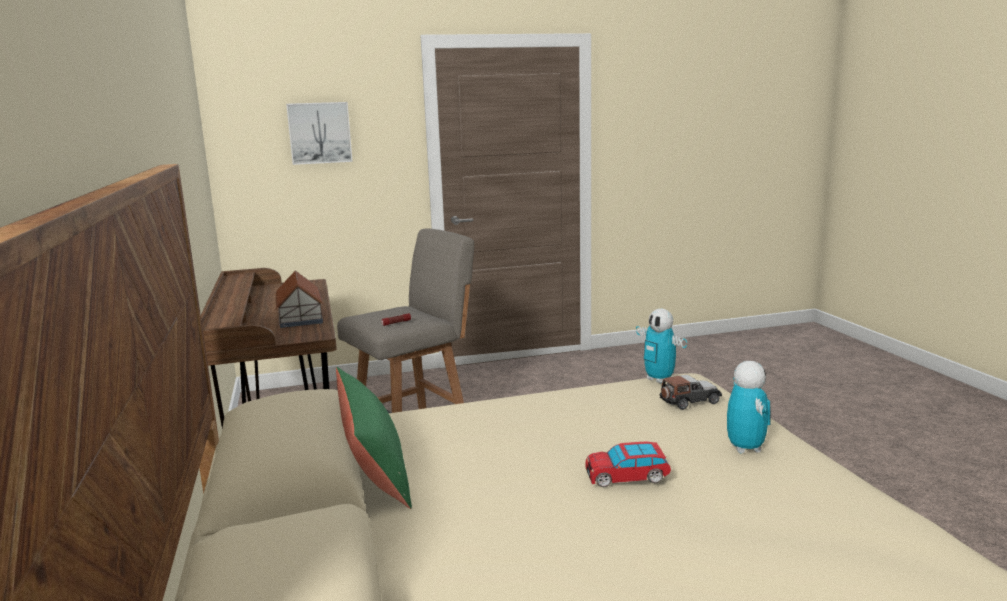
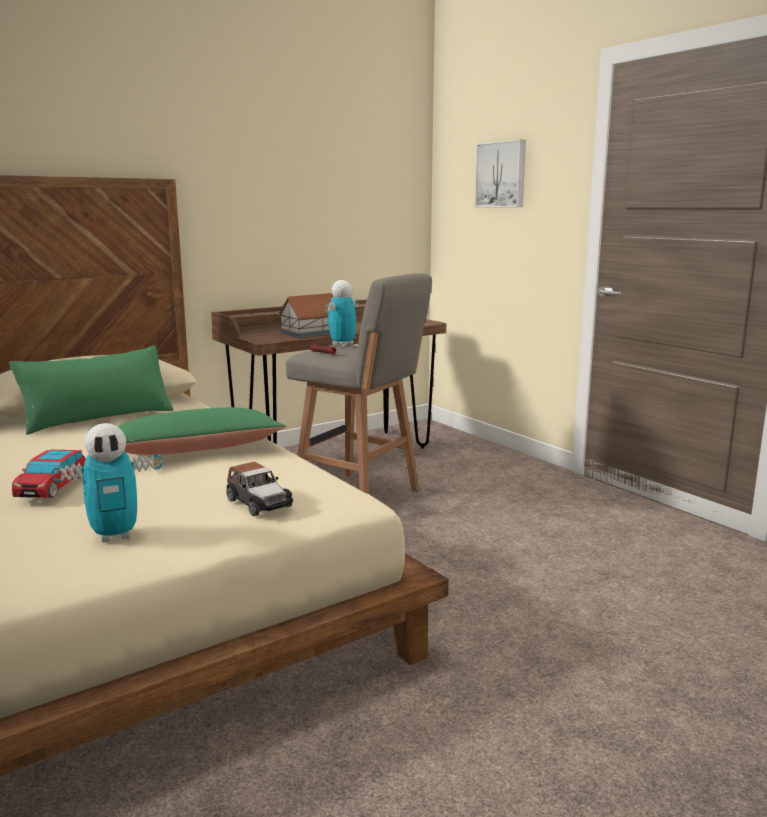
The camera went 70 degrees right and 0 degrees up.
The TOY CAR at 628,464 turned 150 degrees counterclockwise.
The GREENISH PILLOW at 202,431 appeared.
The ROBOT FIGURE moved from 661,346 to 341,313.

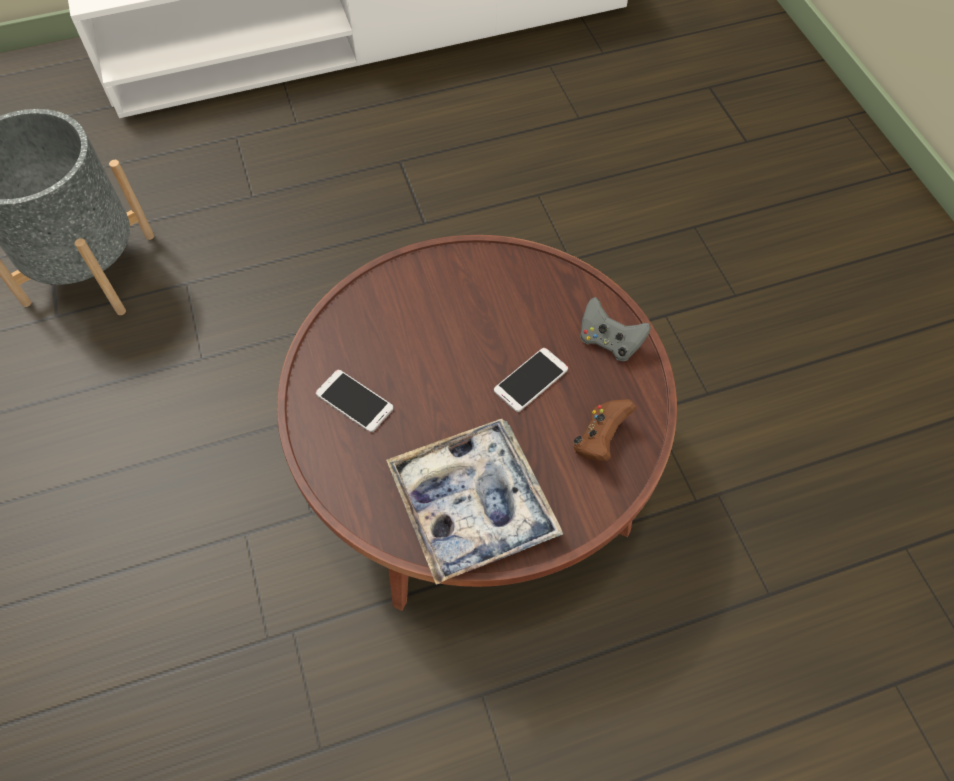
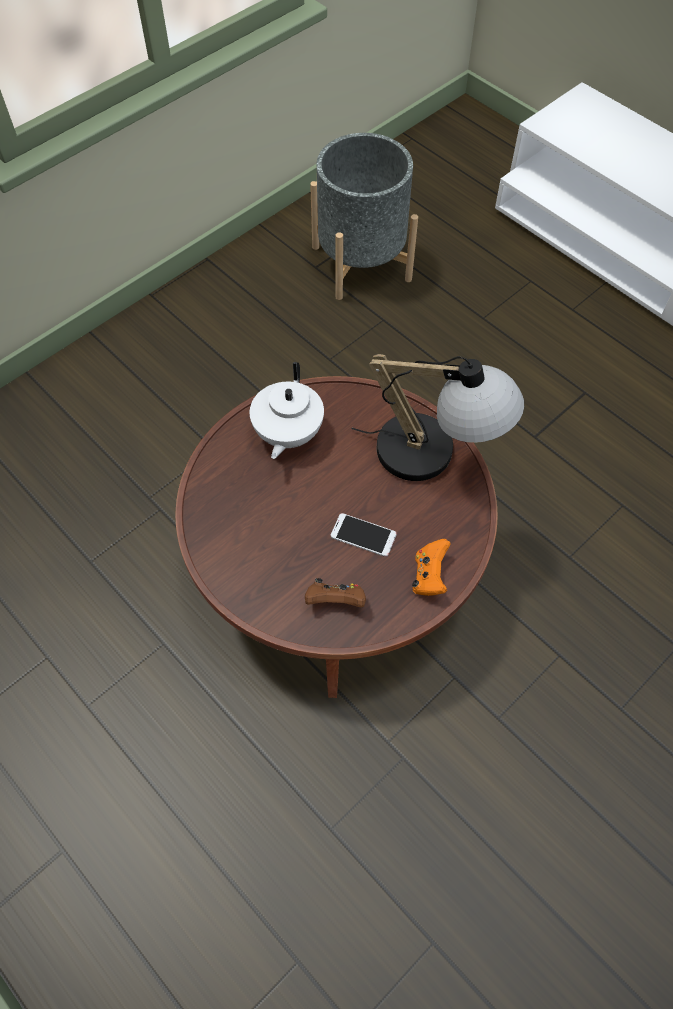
The camera went 65 degrees right and 0 degrees up.
The PHONE at 355,401 was replaced by the WHITE-COLOURED POT FOR TEA at 287,410.
The LAMP FOR A TABLE at 438,417 appeared.
The GRAY GAMEPAD at 615,329 became the ORANGE GAMEPAD at 431,567.
The TRAY at 474,502 disappeared.

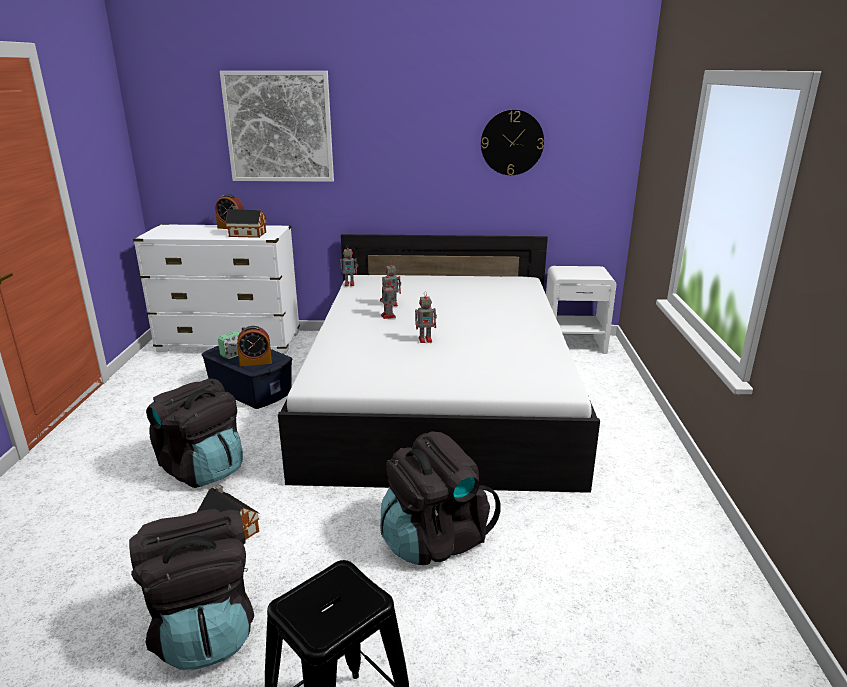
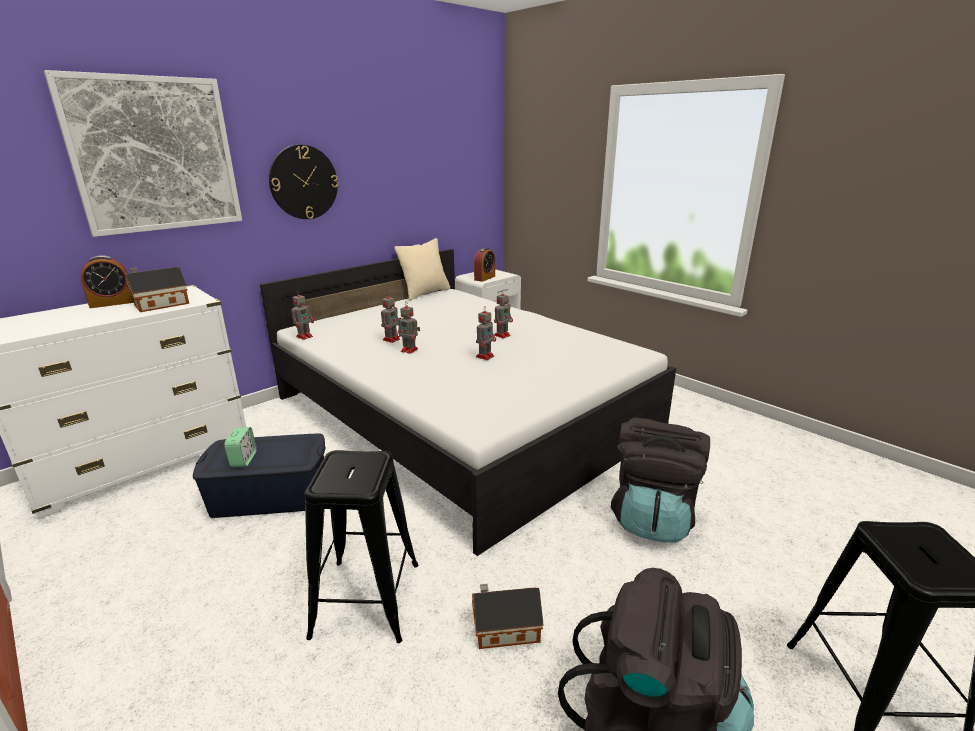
The camera went 45 degrees left and 0 degrees up.
The CLOCK ON THE WALL moved from 512,142 to 303,182.
The BLACKISH KNAPSACK at 194,433 was replaced by the BLACKISH SITTING STOOL at 361,546.
The SAND-COLOURED PILLOW at 422,269 appeared.
The TABLE CLOCK moved from 254,346 to 484,265.
The ROBOT FIGURE at 503,314 appeared.

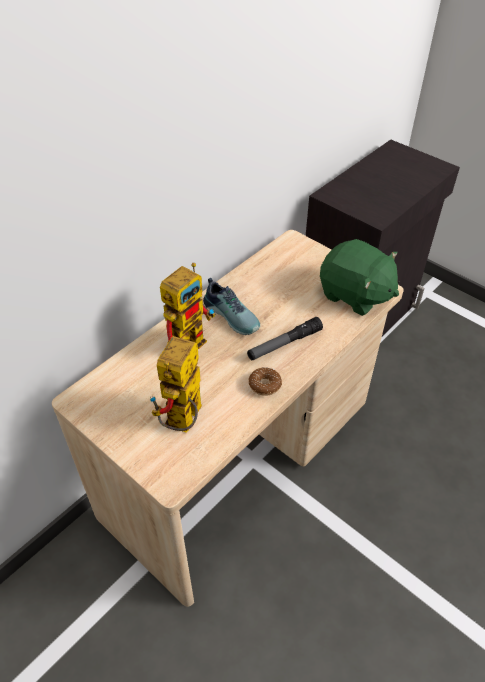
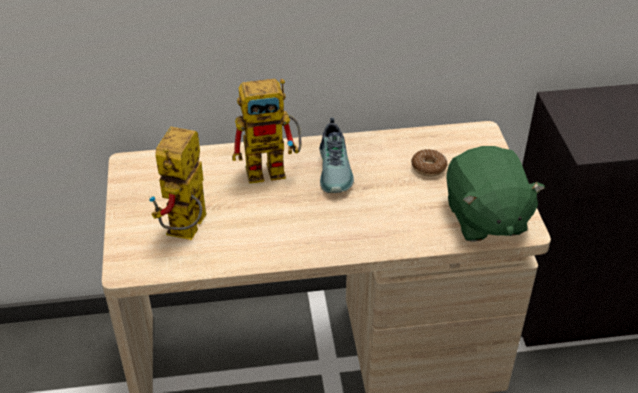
The camera went 40 degrees right and 5 degrees down.
The ROBOT FIGURE at 176,384 turned 45 degrees counterclockwise.
The RING DOUGHNUT moved from 265,381 to 429,163.
The TORCH at 285,338 disappeared.

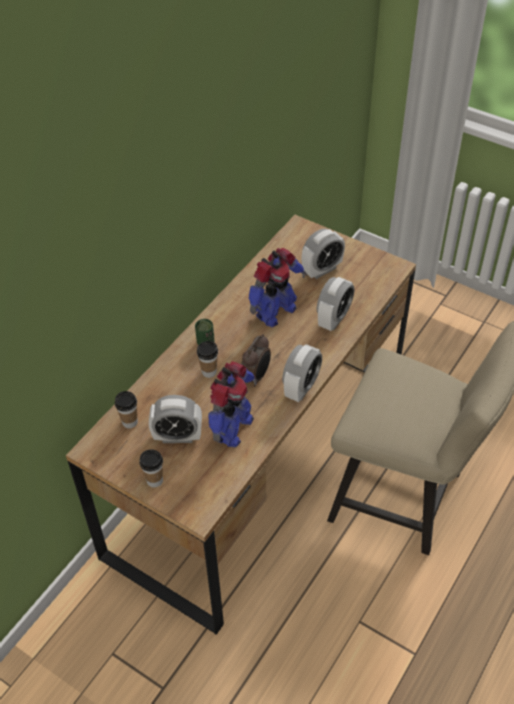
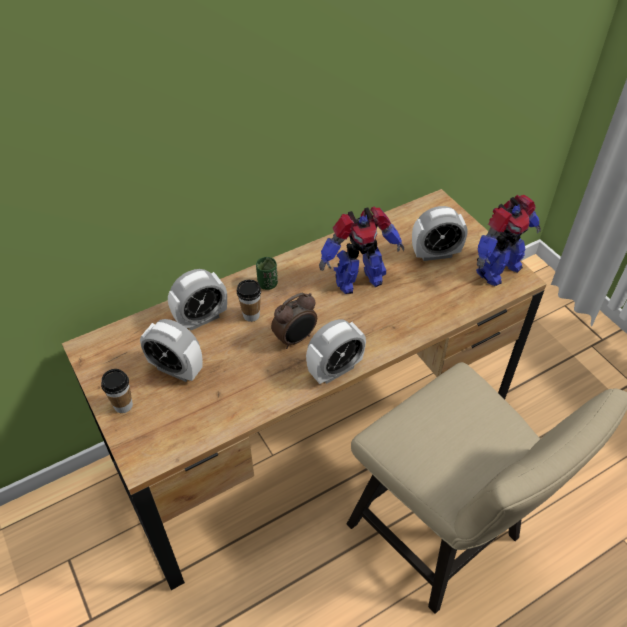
The camera went 25 degrees right and 0 degrees up.
The TABLE CLOCK moved from 335,304 to 197,299.
The ROBOT FIGURE moved from 233,404 to 508,240.
The DRINKING CUP at 126,409 disappeared.

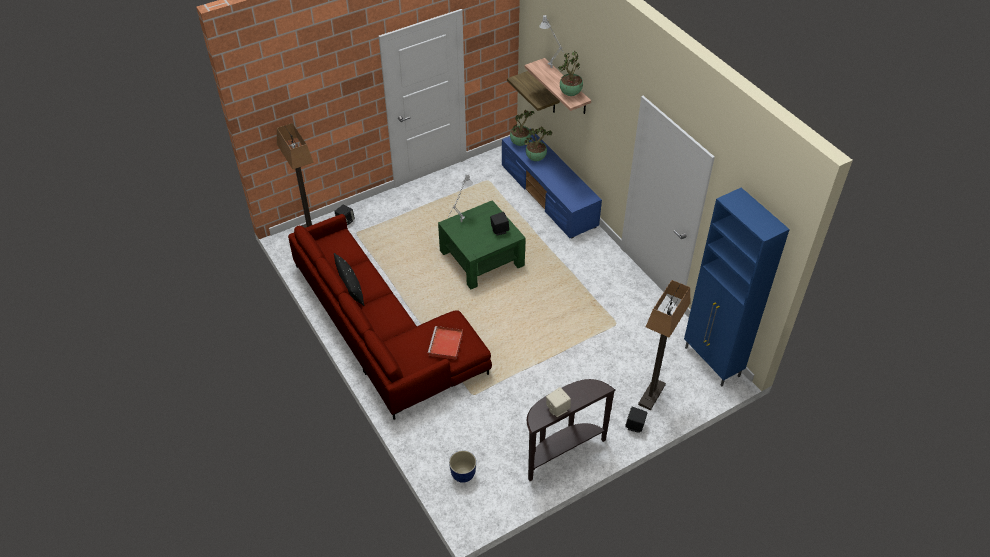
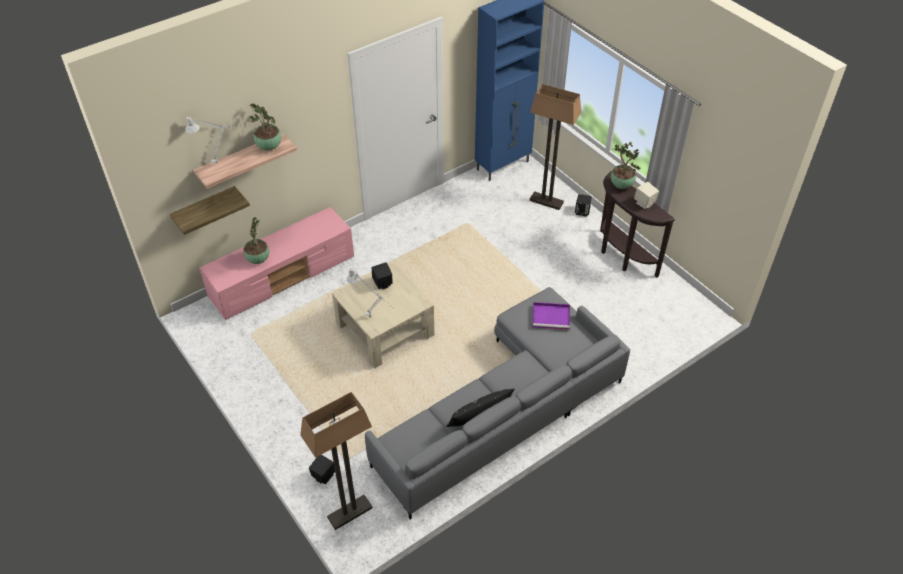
The camera went 95 degrees left and 0 degrees up.
The BLUISH TV UNIT at 552,183 became the PINK-COLOURED TV UNIT at 276,263.
The GREENISH LOUNGE TABLE at 482,244 became the SAND-COLOURED LOUNGE TABLE at 383,315.
The REDDISH COUCH at 390,317 became the GRAY COUCH at 497,403.
The REDDISH TRAY at 445,343 became the PURPLE-COLOURED TRAY at 551,316.
The PLANT IN A POT moved from 522,128 to 625,165.
The FLOWER POT at 462,467 disappeared.

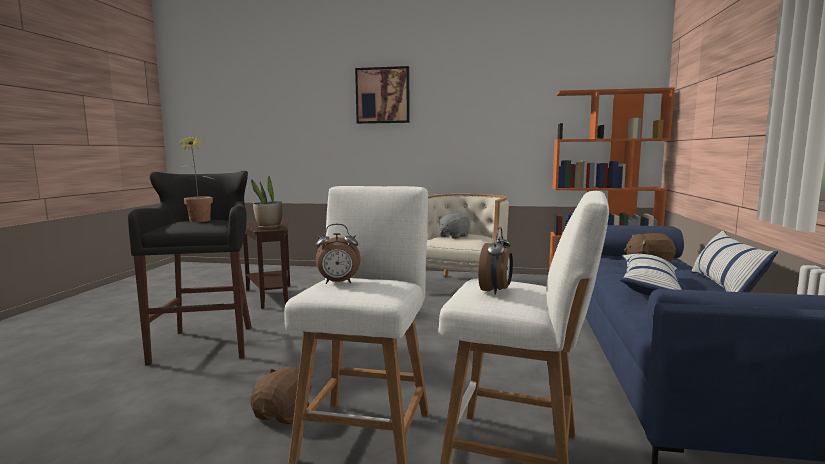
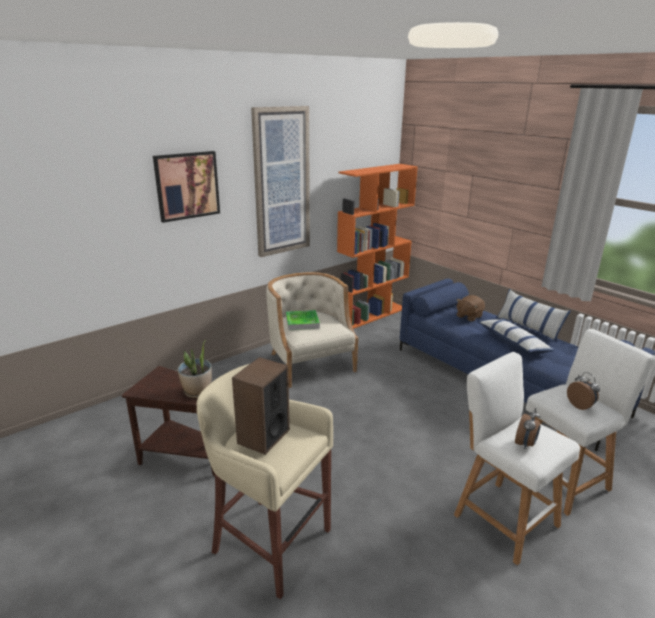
The camera went 50 degrees left and 15 degrees up.
The BLACKISH SITTING STOOL at 190,268 became the SAND-COLOURED SITTING STOOL at 265,481.
The PLANT IN A POT at 194,178 was replaced by the AUDIO SPEAKER at 261,406.
The WALL PICTURE at 280,181 appeared.
The GRAY PLUSH TOY at 454,226 was replaced by the TRAY at 303,320.
The BROWN-COLOURED PLUSH TOY at 281,395 disappeared.

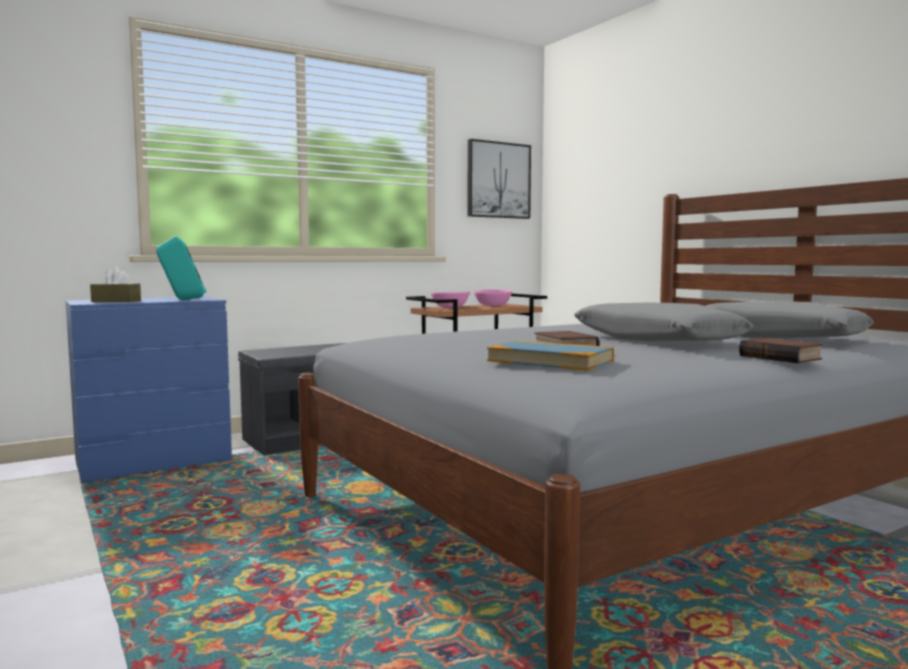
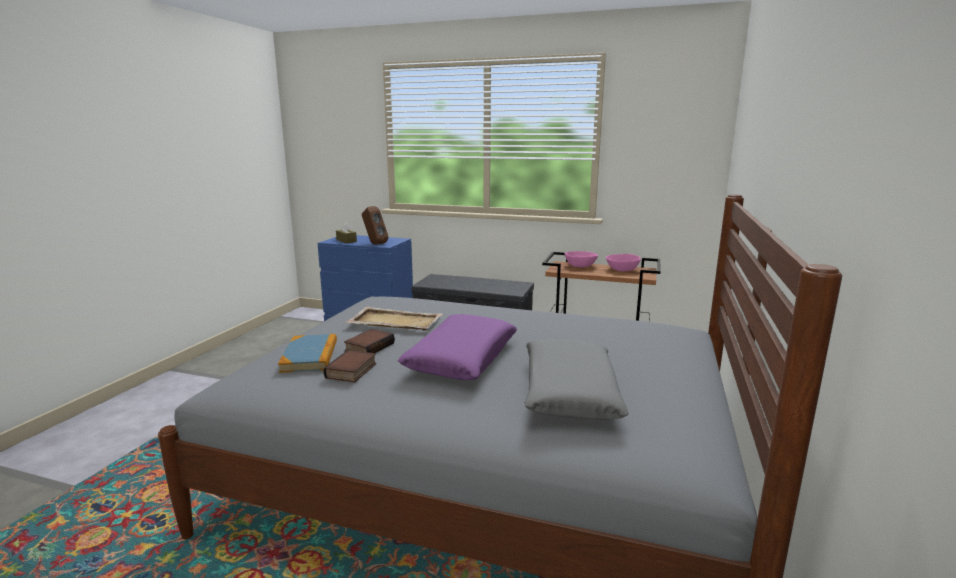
The camera went 50 degrees right and 10 degrees up.
The VOLUME moved from 781,350 to 350,366.
The SAND-COLOURED TRAY at 394,319 appeared.
The TURQUOISE AUDIO SPEAKER at 181,268 became the BROWN-COLOURED AUDIO SPEAKER at 375,225.
The GRAY PILLOW at 664,321 became the PURPLE-COLOURED PILLOW at 457,347.
The WALL PICTURE at 499,179 disappeared.

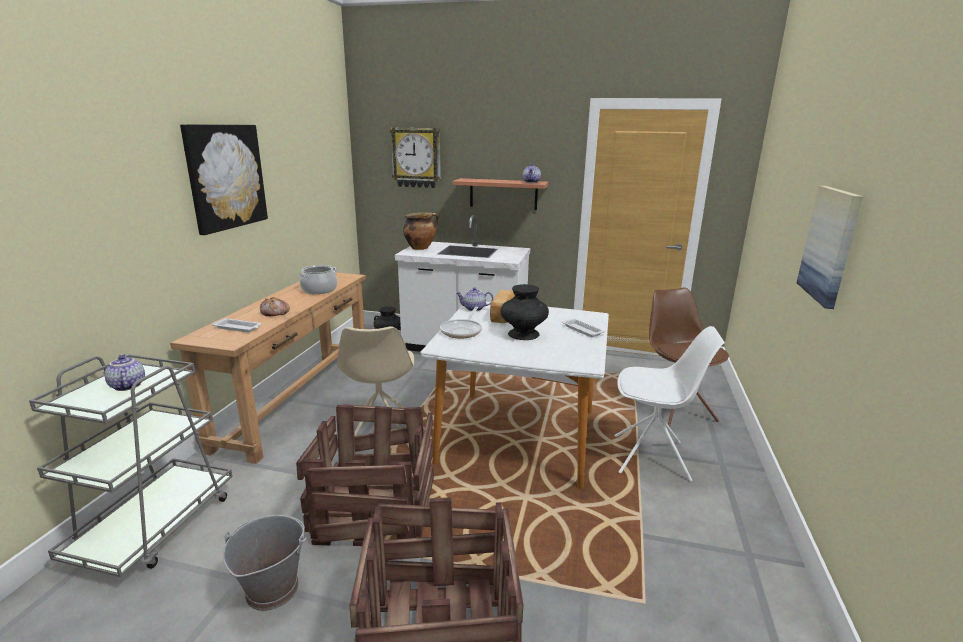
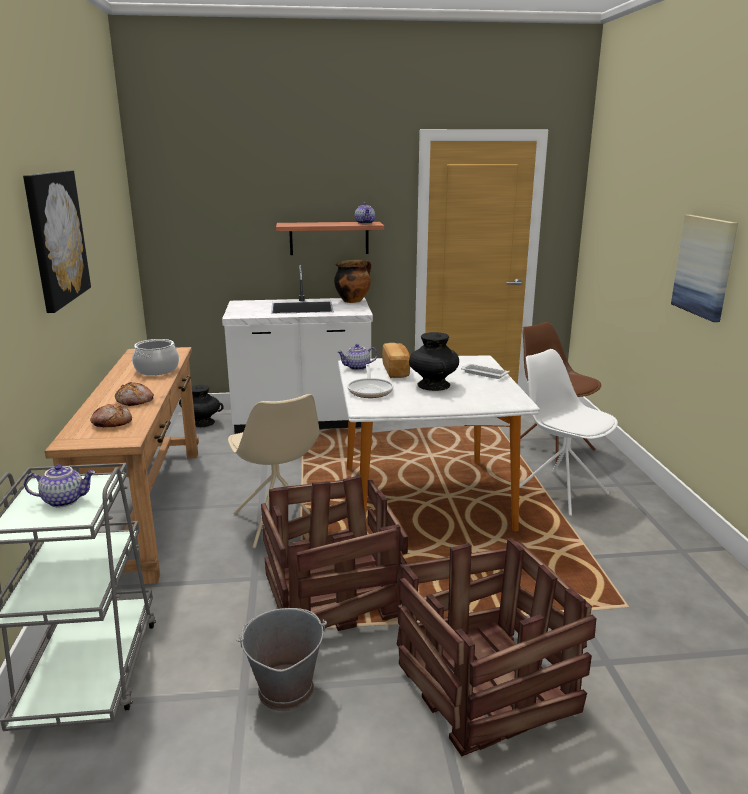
The camera went 20 degrees left and 0 degrees up.
The POT FOR TEA at 124,372 turned 135 degrees clockwise.
The WHITE-COLOURED TRAY at 236,325 was replaced by the BAKED BREAD at 111,415.
The COOKING POT moved from 421,231 to 352,281.
The WHITE-COLOURED PLAIN CHAIR at 669,404 turned 120 degrees counterclockwise.
The CLOCK ON THE WALL at 415,158 disappeared.

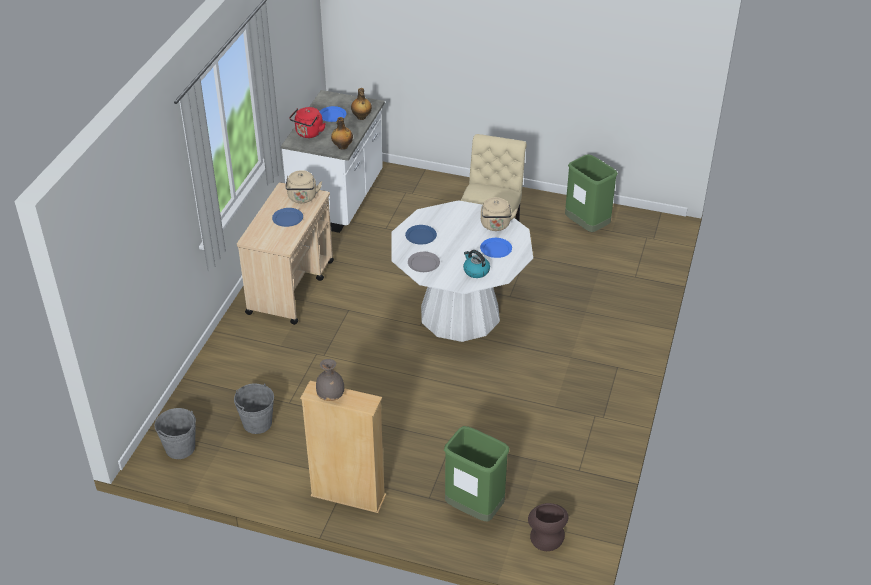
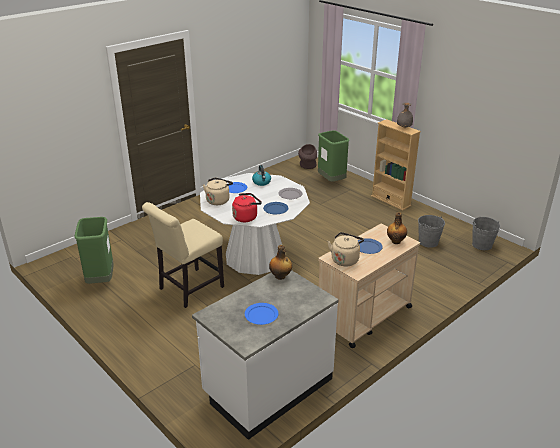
The camera went 150 degrees left and 10 degrees down.
The REDDISH KETTLE moved from 307,122 to 247,207.
The BOTTLE moved from 361,104 to 397,228.

